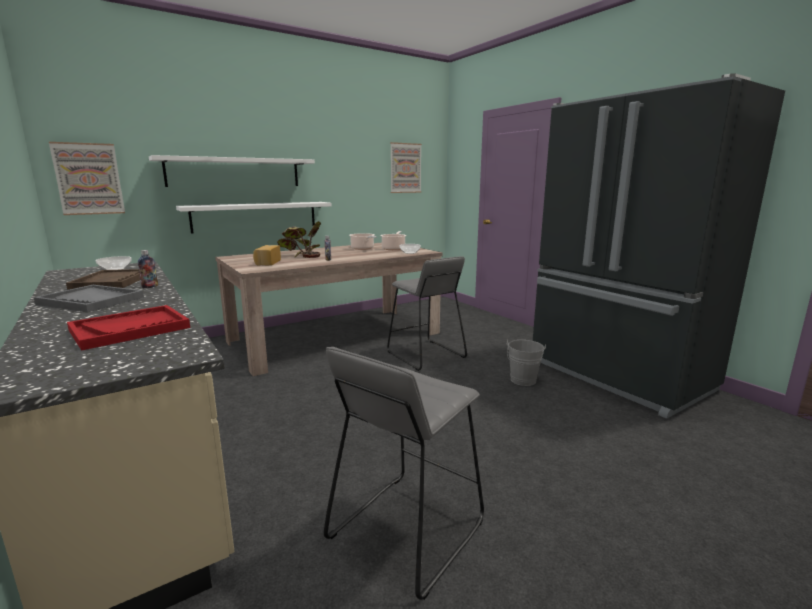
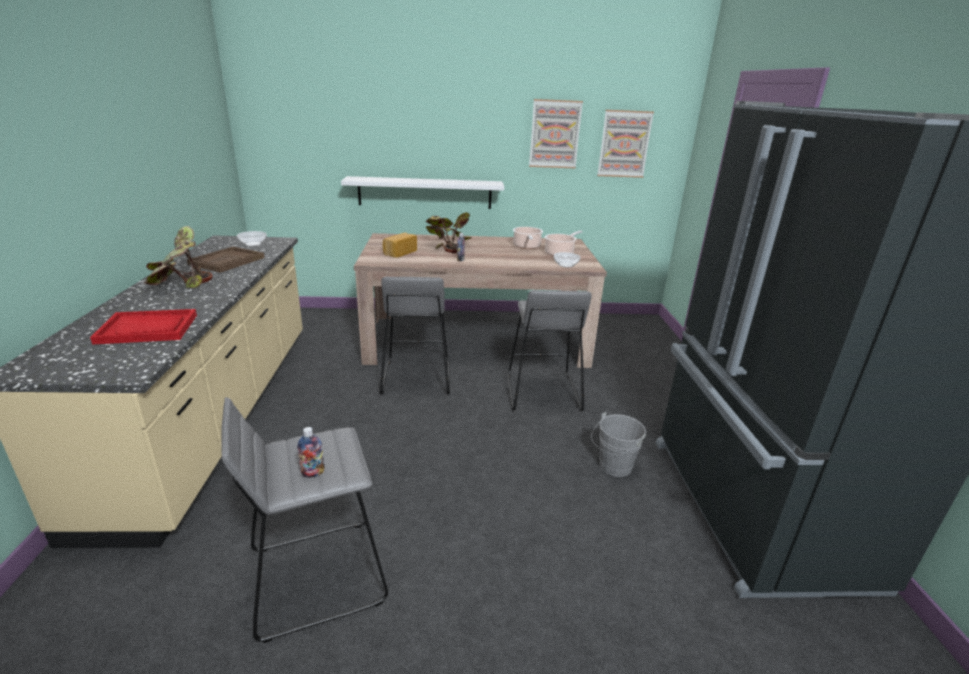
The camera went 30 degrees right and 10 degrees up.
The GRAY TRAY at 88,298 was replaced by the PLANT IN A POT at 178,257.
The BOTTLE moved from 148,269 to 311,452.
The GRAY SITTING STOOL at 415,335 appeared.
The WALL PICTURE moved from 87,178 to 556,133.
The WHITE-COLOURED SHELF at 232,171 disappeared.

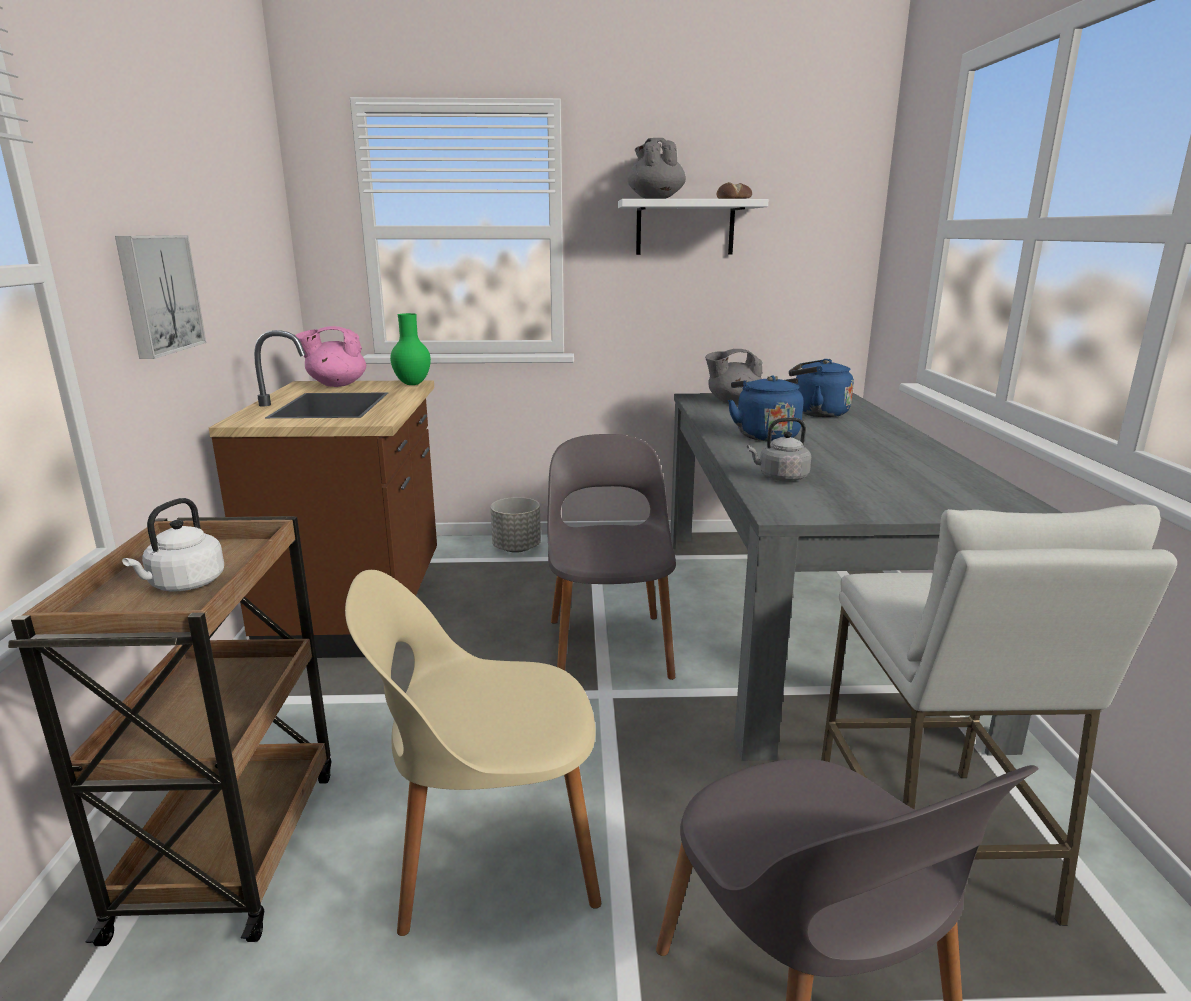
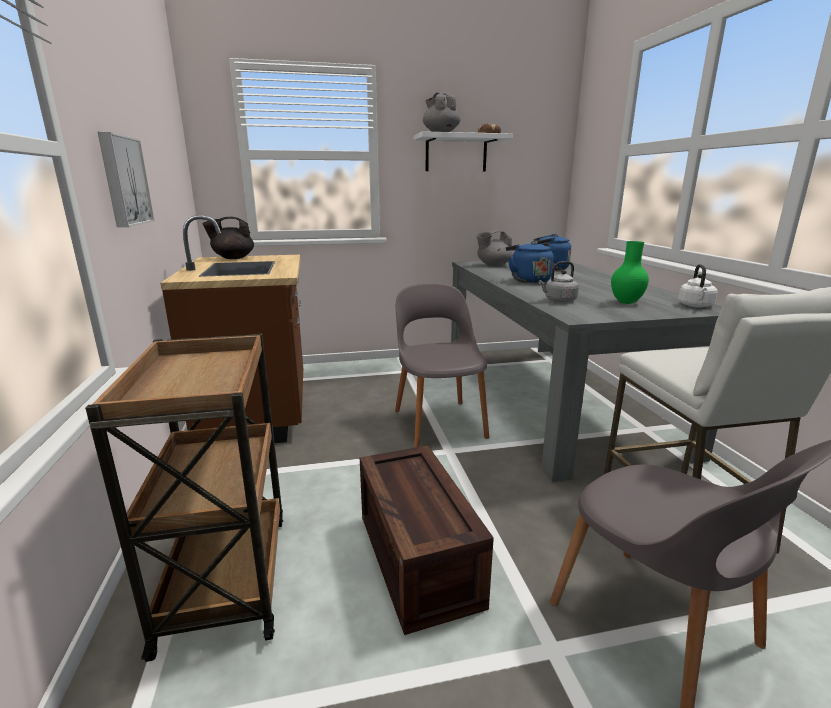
The camera went 10 degrees left and 0 degrees up.
The PINK-COLOURED POT FOR TEA at 330,356 became the BLACKISH POT FOR TEA at 228,238.
The SAND-COLOURED PLAIN CHAIR at 473,753 was replaced by the CRATE at 427,540.
The GREENISH VASE moved from 410,349 to 630,272.
The WHITE-COLOURED KETTLE moved from 173,545 to 698,285.
The GRAY FLOWER POT at 516,525 disappeared.

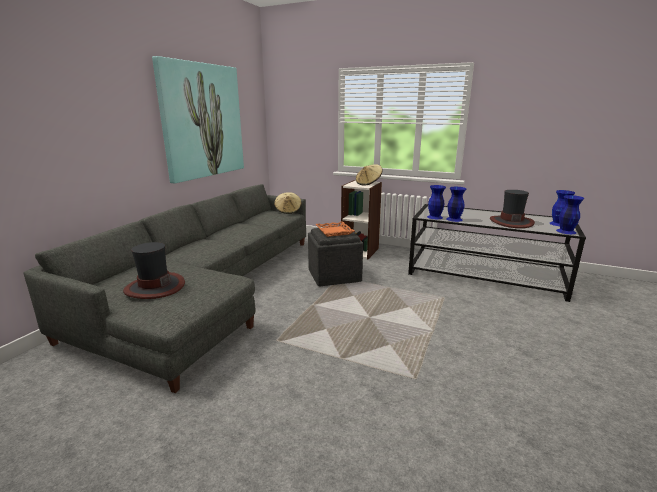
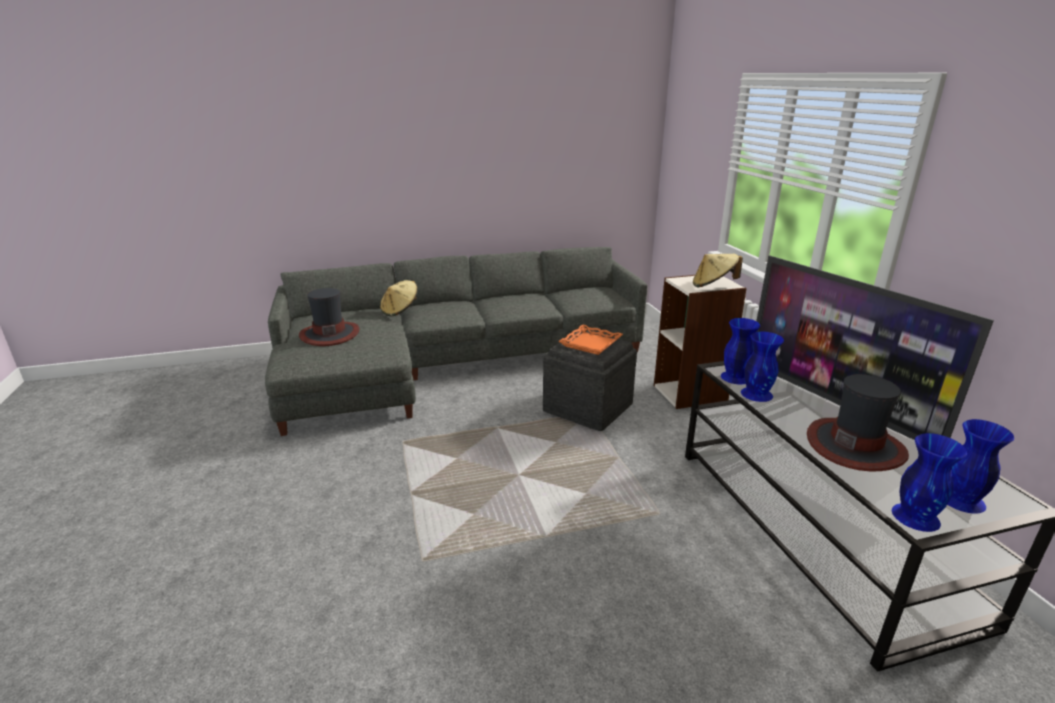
The camera went 50 degrees right and 5 degrees up.
The SAND-COLOURED CLOTHING HAT moved from 288,203 to 398,298.
The TV SET at 875,347 appeared.
The WALL PICTURE at 198,120 disappeared.

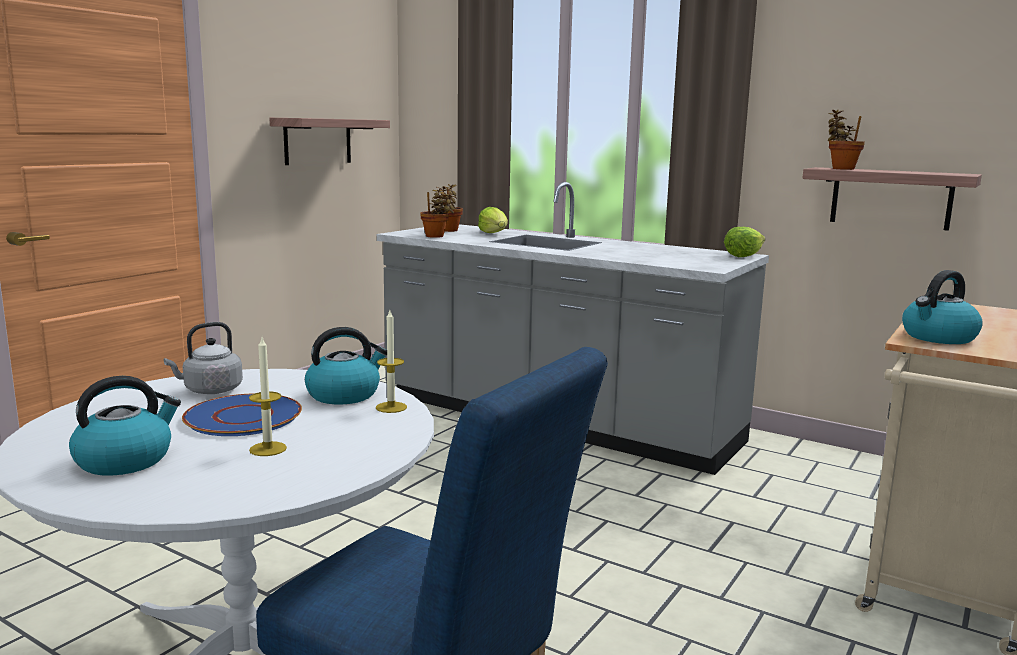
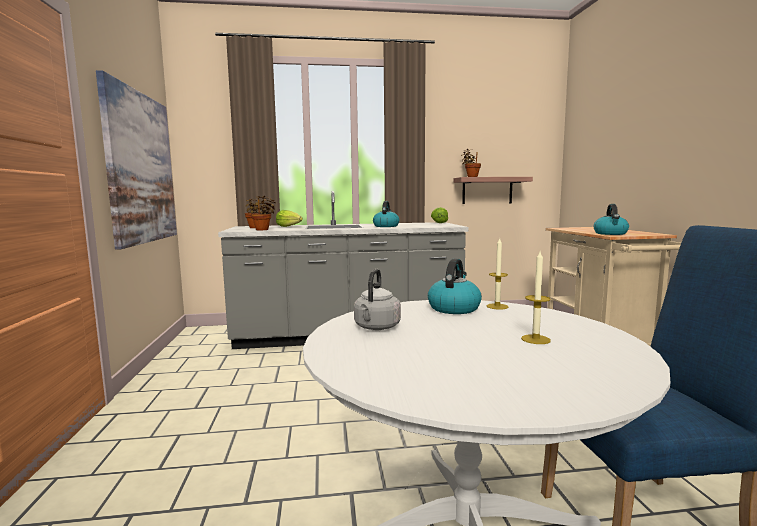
The camera went 40 degrees left and 5 degrees down.
The SHELF at 330,141 was replaced by the WALL PICTURE at 136,160.
The KETTLE moved from 125,426 to 386,214.
The BLUISH DINNER PLATE at 242,414 disappeared.

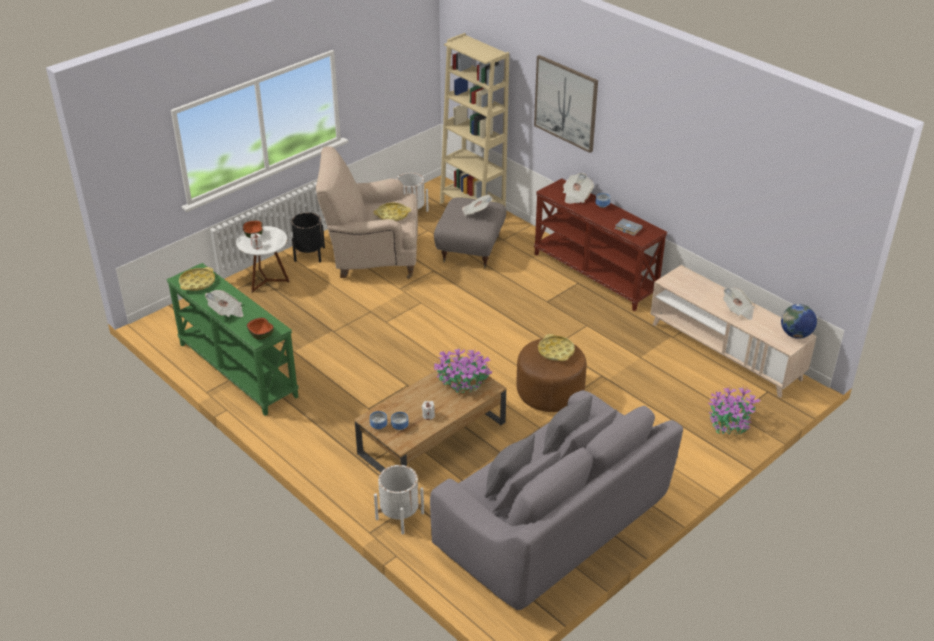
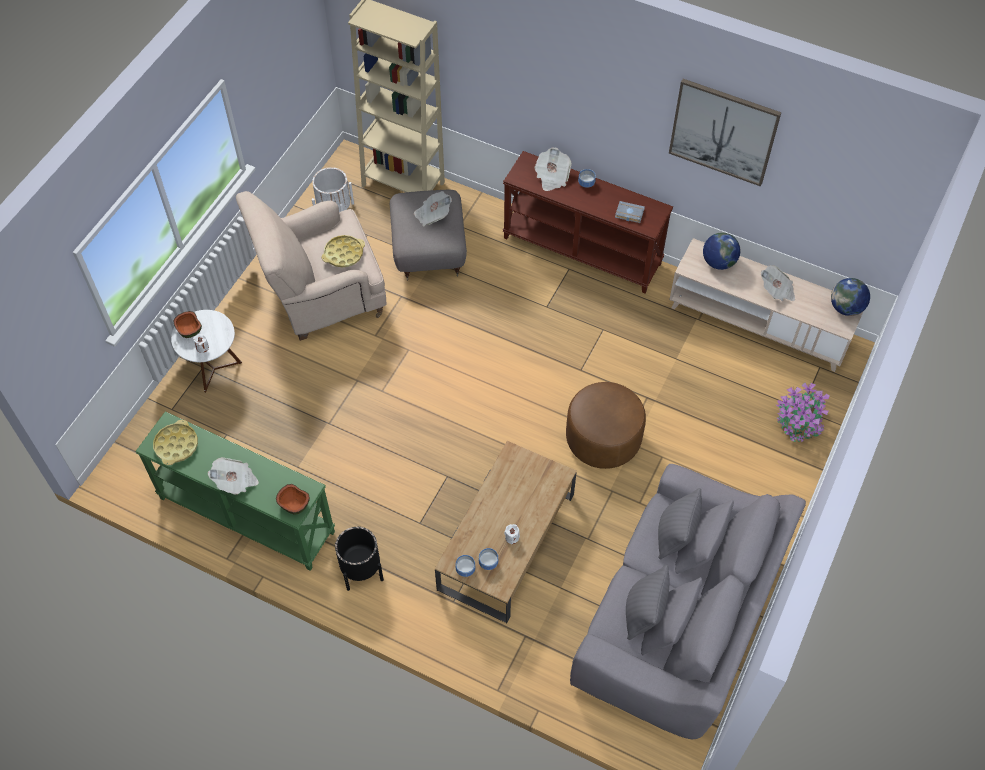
The camera went 20 degrees left and 20 degrees up.
The BLACKISH FLOWER POT moved from 308,237 to 359,559.
The WALL PICTURE moved from 566,104 to 725,133.
The GLOBE at 721,251 appeared.
The WHITE-COLOURED FLOWER POT at 399,499 disappeared.
The PLANT IN A POT at 463,371 disappeared.
The YELLOW-COLOURED TRAY at 556,347 disappeared.

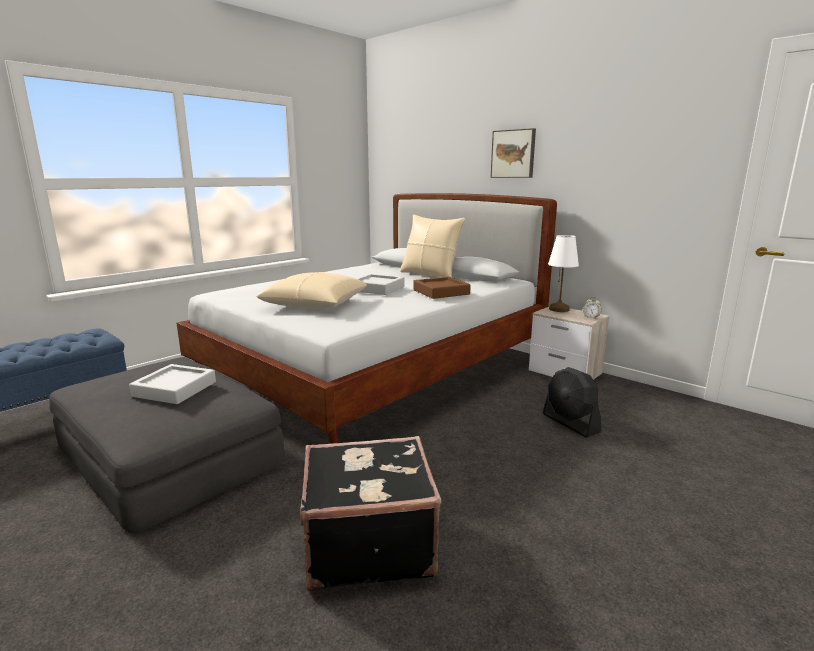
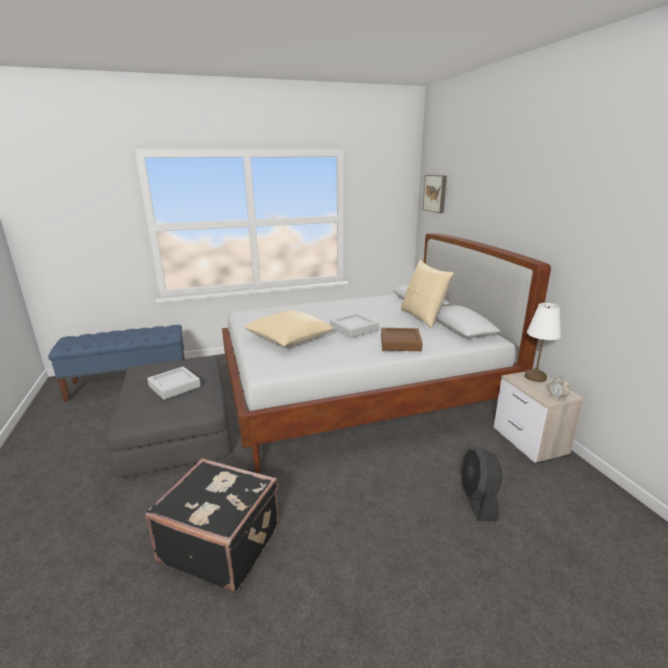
The camera went 30 degrees right and 5 degrees up.
The WALL PICTURE moved from 513,153 to 435,194.

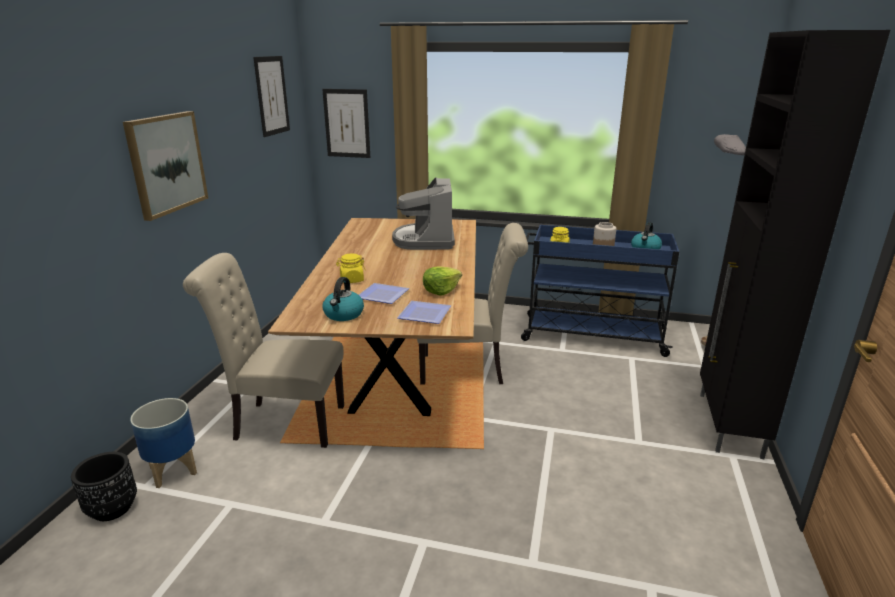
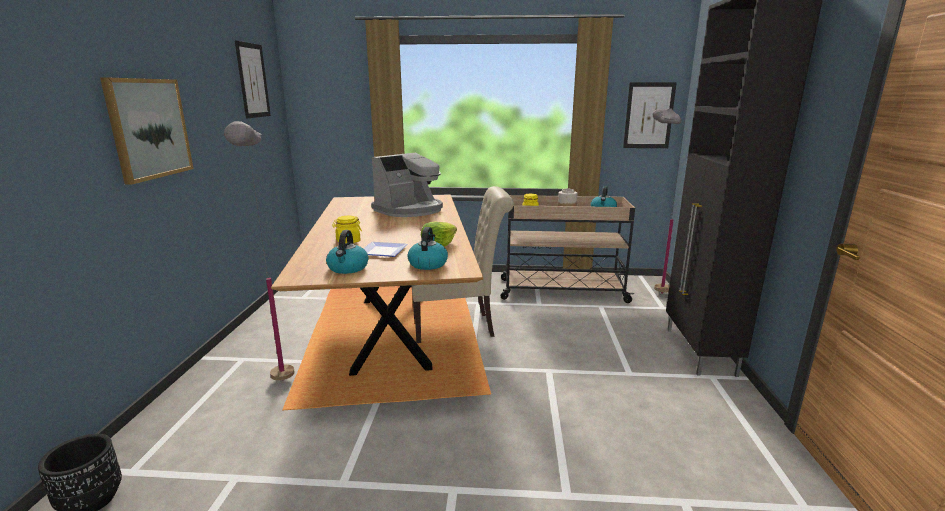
The camera went 10 degrees left and 5 degrees down.
The SAND-COLOURED PLAIN CHAIR at 263,350 was replaced by the GRAY STANDARD LAMP at 259,251.
The COFFEE MACHINE at 423,214 turned 120 degrees counterclockwise.
The DINNER PLATE at 424,312 was replaced by the KETTLE at 427,248.
The BLUISH CART at 600,291 became the SAND-COLOURED CART at 568,249.
The WALL PICTURE moved from 346,123 to 650,115.
The FLOWER POT at 163,443 disappeared.

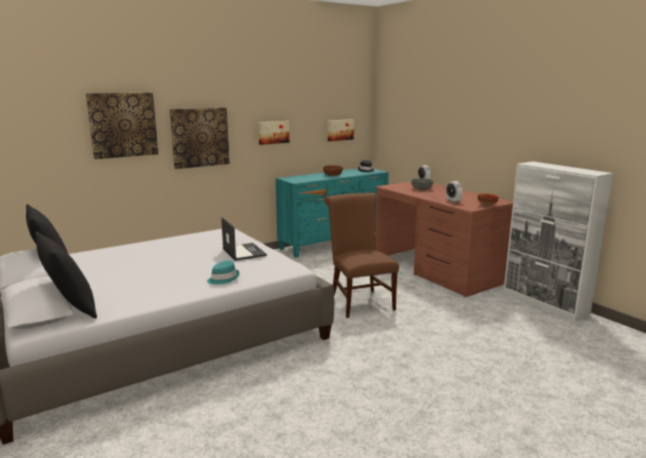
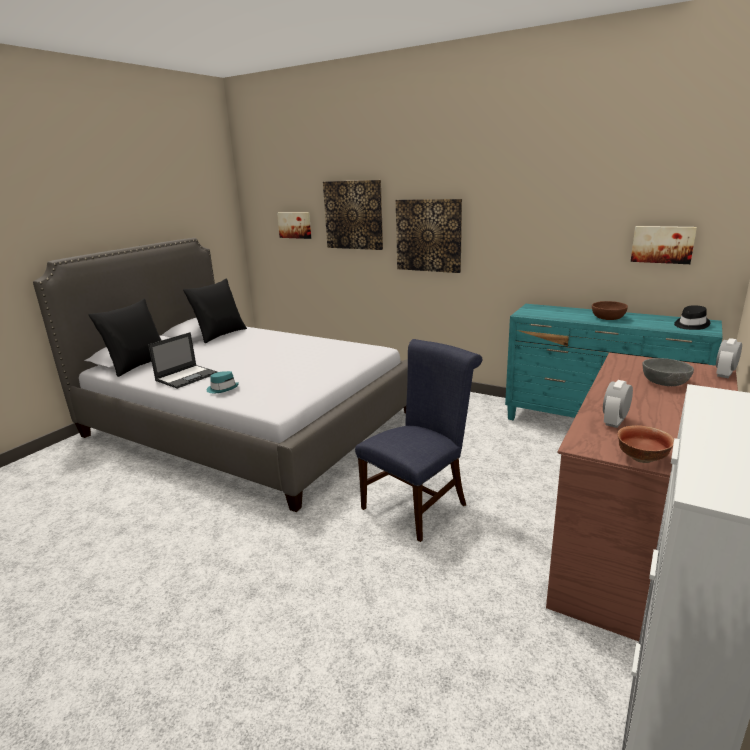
The camera went 65 degrees right and 5 degrees up.
The PORTABLE COMPUTER moved from 244,239 to 182,360.
The WALL PICTURE moved from 273,133 to 294,225.
The BROWN-COLOURED PLAIN CHAIR at 361,255 became the BLUISH PLAIN CHAIR at 418,440.

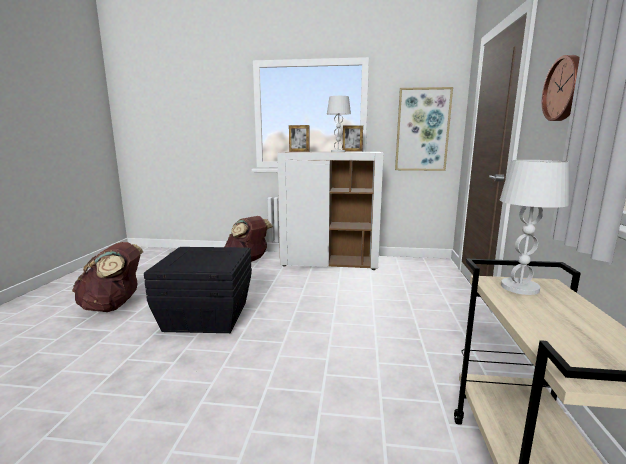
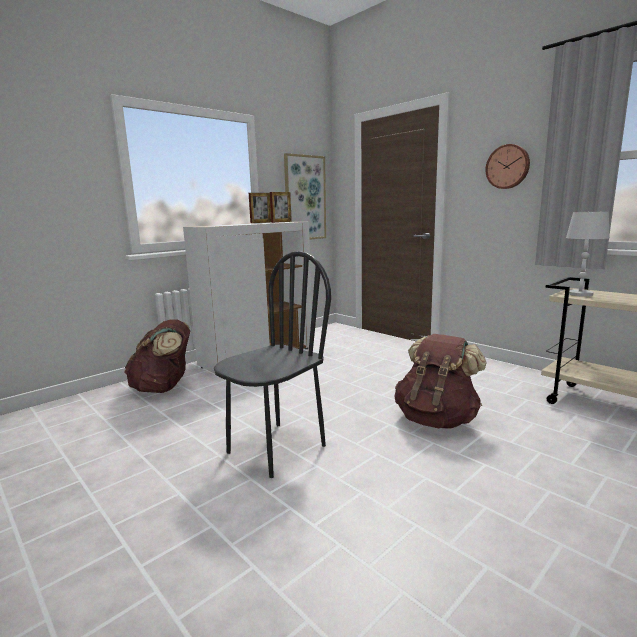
The camera went 50 degrees left and 0 degrees up.
The BLACKISH STORAGE CONTAINER at 198,290 was replaced by the BLACKISH PLAIN CHAIR at 272,364.
The PHOTO FRAME moved from 299,138 to 281,207.
The BROWN-COLOURED KNAPSACK moved from 107,277 to 440,381.
The WHITE-COLOURED LAMP FOR A TABLE at 339,124 disappeared.

